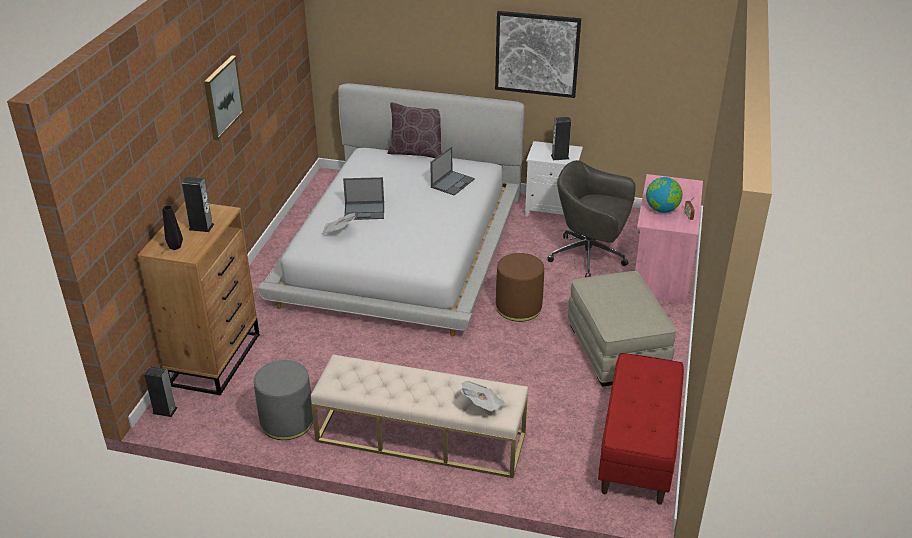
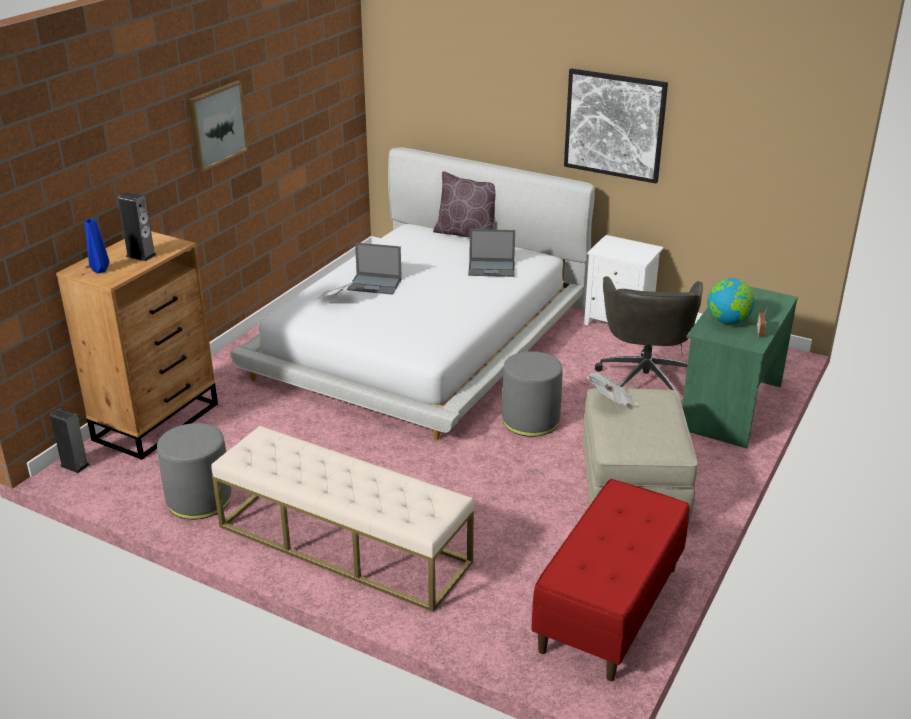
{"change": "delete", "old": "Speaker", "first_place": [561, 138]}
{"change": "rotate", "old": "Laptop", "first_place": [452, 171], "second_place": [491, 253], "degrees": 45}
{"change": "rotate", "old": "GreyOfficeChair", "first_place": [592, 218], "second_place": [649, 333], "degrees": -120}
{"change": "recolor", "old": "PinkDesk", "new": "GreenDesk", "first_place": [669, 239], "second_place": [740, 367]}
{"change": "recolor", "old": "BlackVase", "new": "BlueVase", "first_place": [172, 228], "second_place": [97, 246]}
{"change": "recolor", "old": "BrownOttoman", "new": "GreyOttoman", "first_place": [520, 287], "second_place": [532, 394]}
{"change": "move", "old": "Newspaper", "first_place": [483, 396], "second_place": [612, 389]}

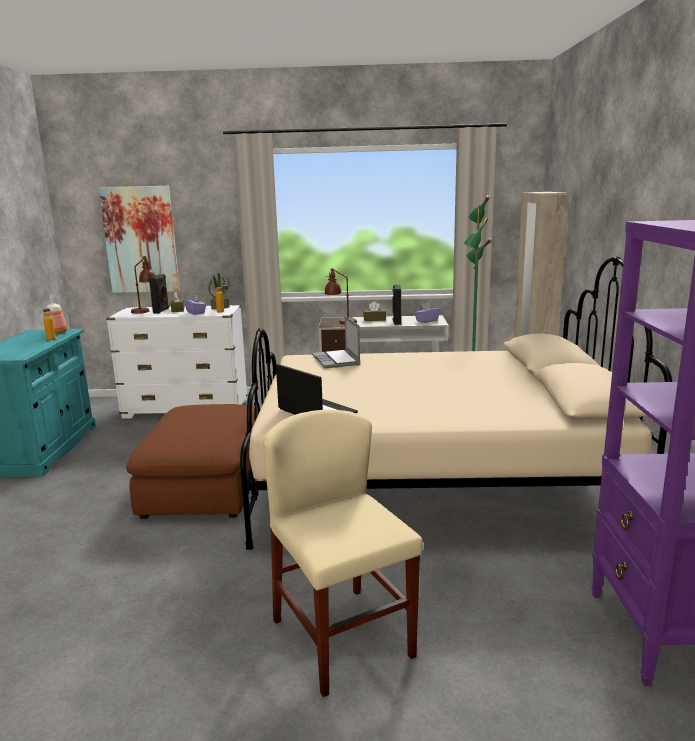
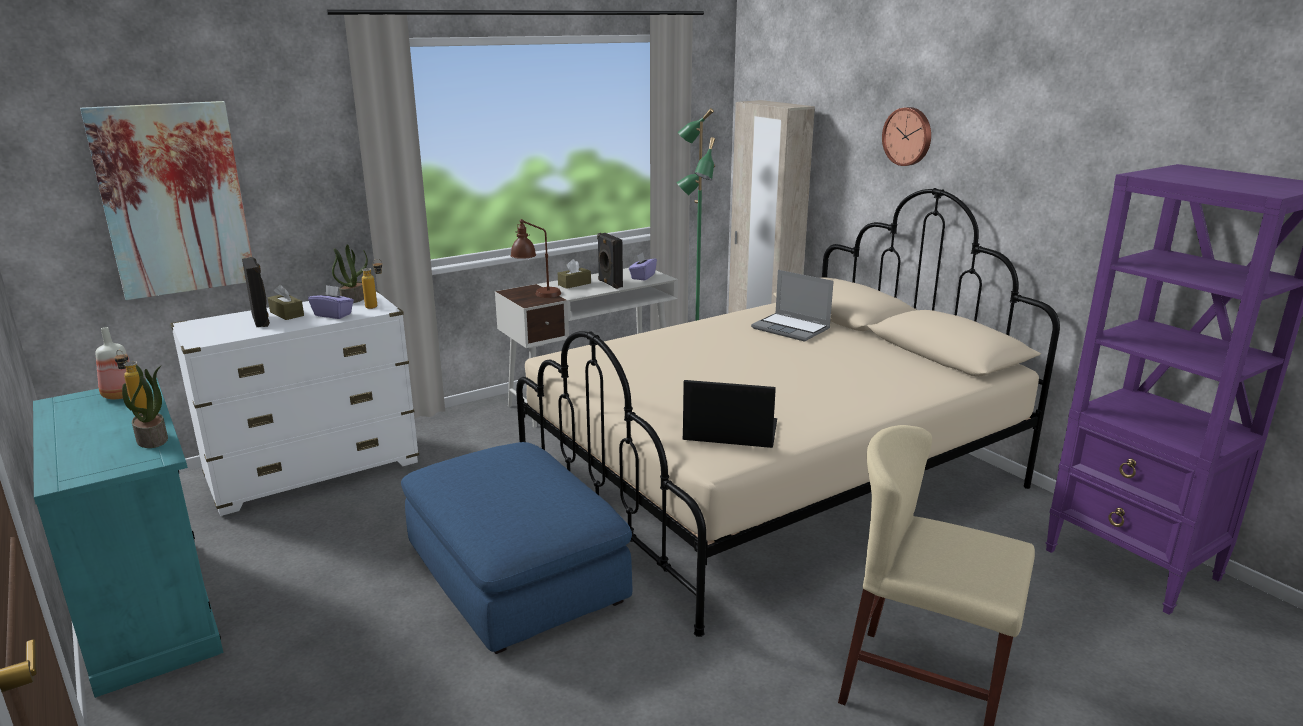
{"change": "delete", "old": "BrownTableLamp", "first_place": [143, 285]}
{"change": "move", "old": "Laptop", "first_place": [336, 342], "second_place": [792, 306]}
{"change": "recolor", "old": "BrownOttoman", "new": "BlueOttoman", "first_place": [192, 461], "second_place": [516, 548]}
{"change": "insert", "new": "WallClock", "second_place": [906, 136]}
{"change": "insert", "new": "PottedPlant", "second_place": [145, 406]}

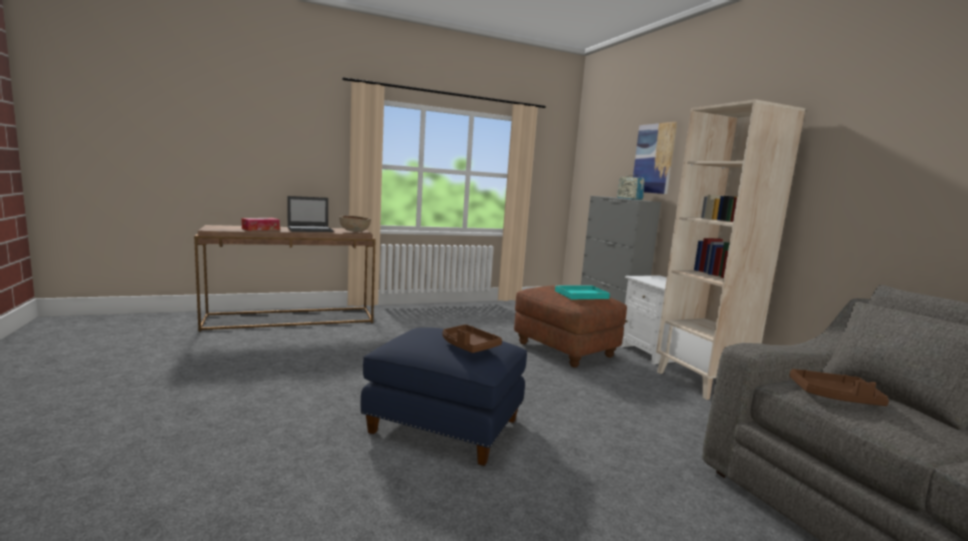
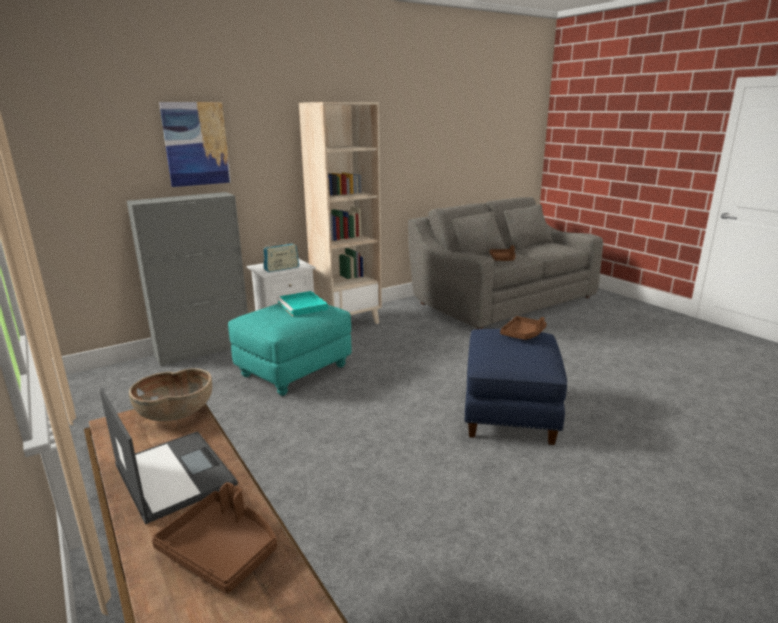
{"change": "move", "old": "Radio", "first_place": [631, 186], "second_place": [281, 257]}
{"change": "replace", "old": "TissueBox", "new": "BrownTray", "first_place": [260, 224], "second_place": [214, 538]}
{"change": "recolor", "old": "BrownOttoman", "new": "TurquoiseOttoman", "first_place": [570, 326], "second_place": [290, 349]}

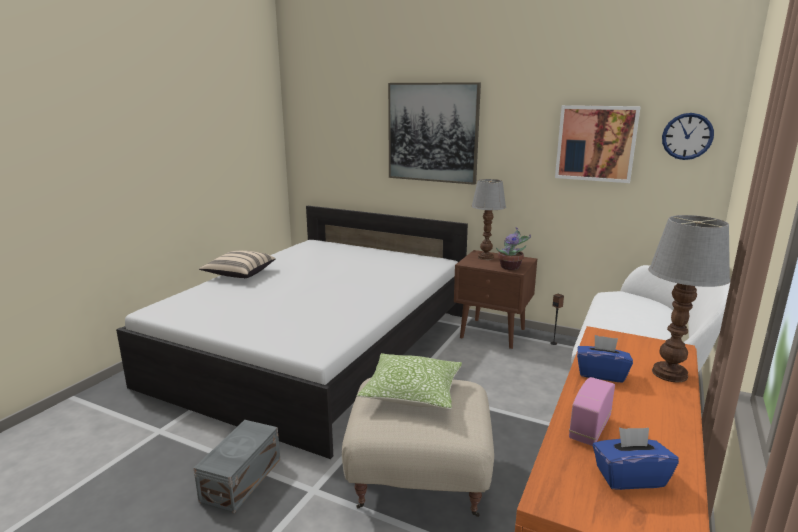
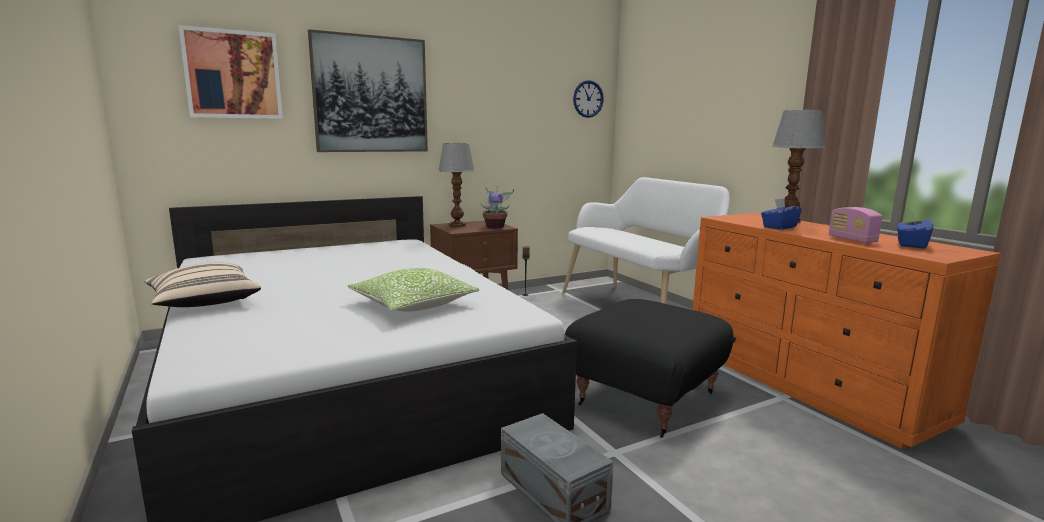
{"change": "move", "old": "Picture", "first_place": [598, 144], "second_place": [231, 72]}
{"change": "move", "old": "Pillow", "first_place": [409, 381], "second_place": [413, 290]}
{"change": "recolor", "old": "BeigeOttoman", "new": "BlackOttoman", "first_place": [418, 447], "second_place": [649, 368]}

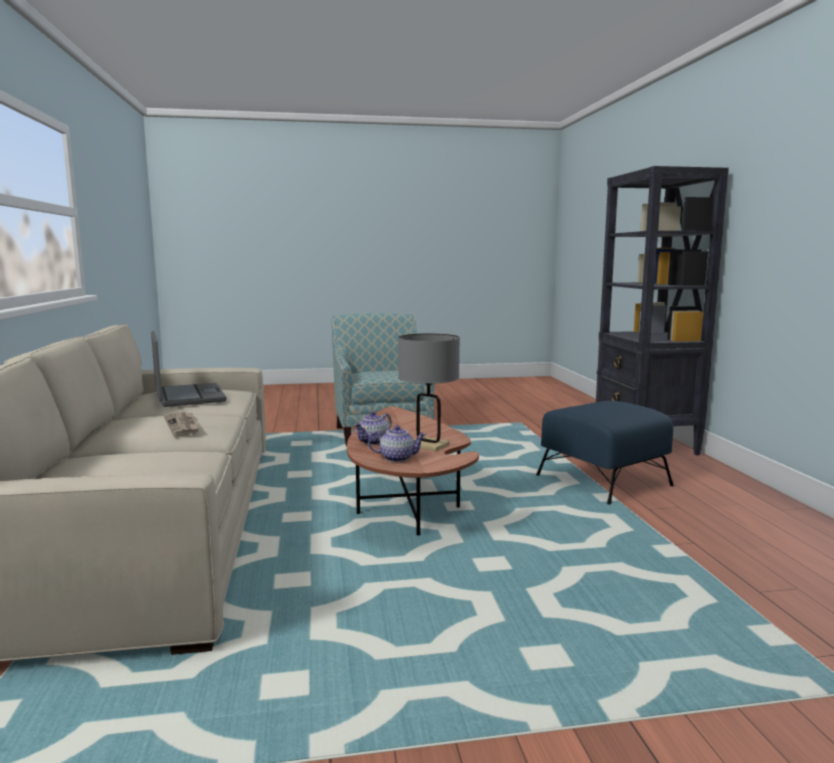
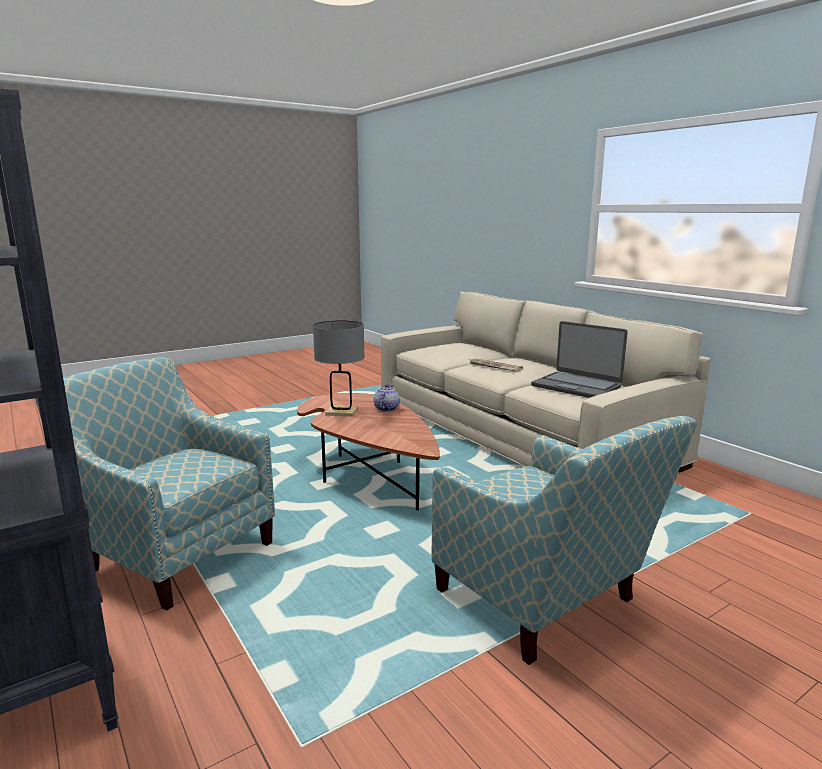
{"change": "replace", "old": "BlueOttoman", "new": "Armchair", "first_place": [605, 453], "second_place": [155, 484]}
{"change": "delete", "old": "Teapot", "first_place": [397, 443]}

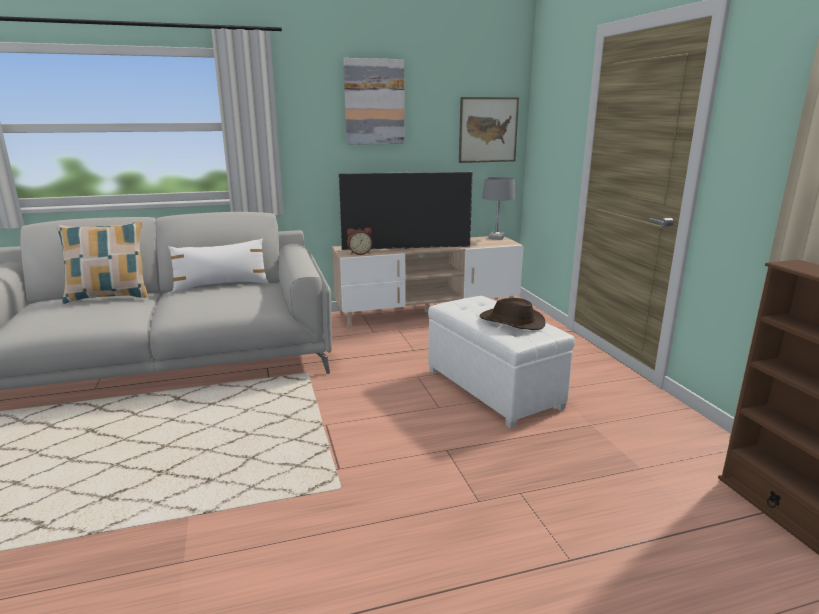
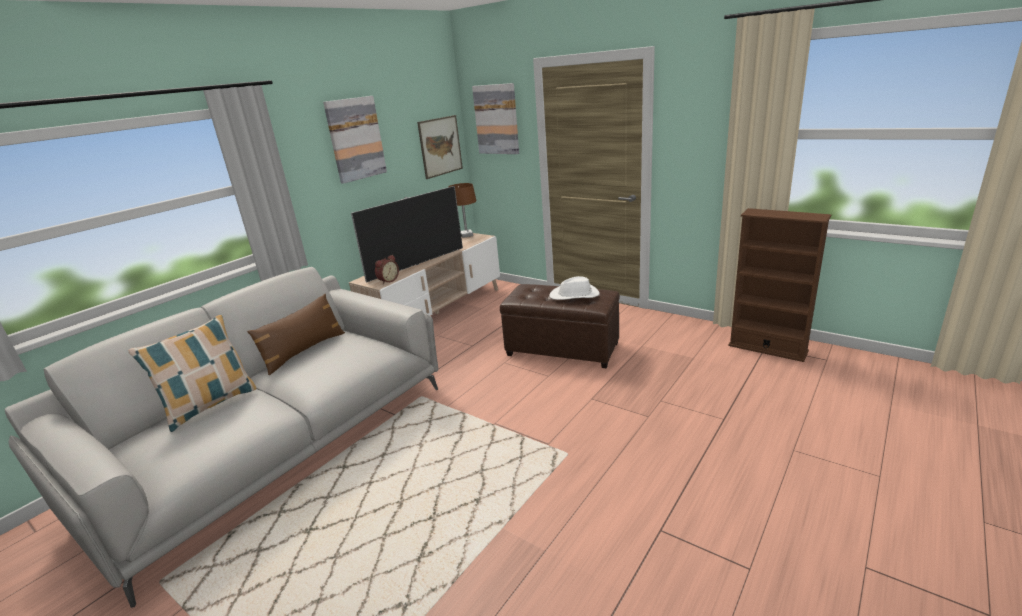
{"change": "recolor", "old": "GreyTableLamp", "new": "BrownTableLamp", "first_place": [498, 208], "second_place": [462, 210]}
{"change": "recolor", "old": "WhitePillow", "new": "BrownPillow", "first_place": [218, 265], "second_place": [296, 334]}
{"change": "recolor", "old": "WhiteOttoman", "new": "BrownOttoman", "first_place": [501, 362], "second_place": [560, 326]}
{"change": "recolor", "old": "BrownHat", "new": "WhiteHat", "first_place": [513, 314], "second_place": [574, 288]}
{"change": "insert", "new": "Picture", "second_place": [495, 118]}

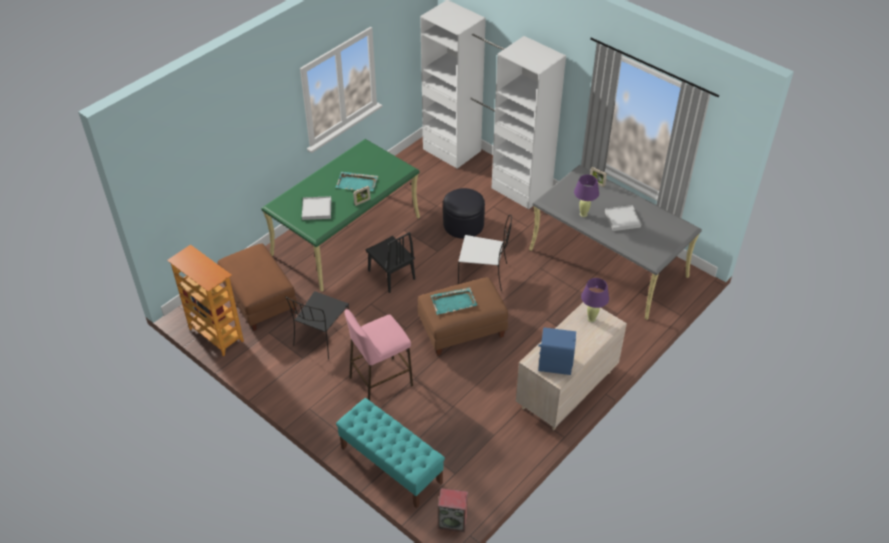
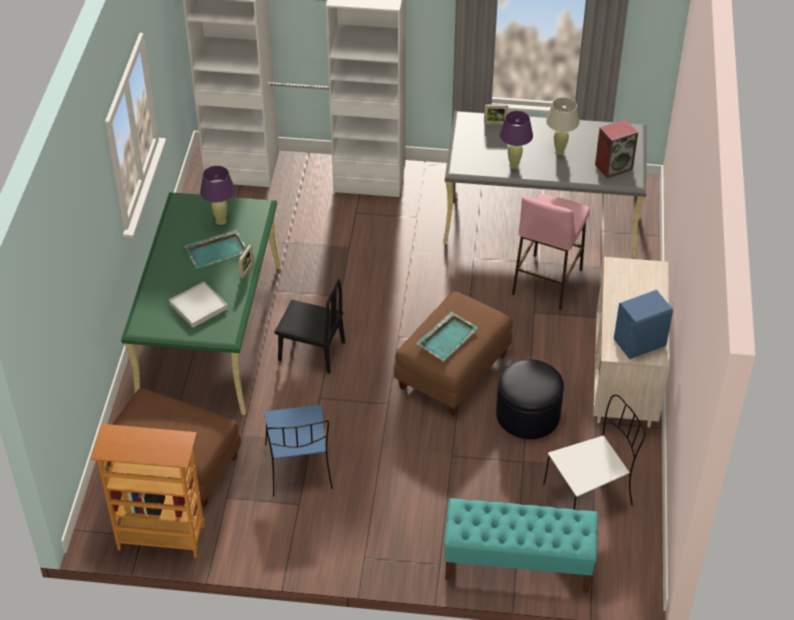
{"change": "move", "old": "BlackOttoman", "first_place": [464, 213], "second_place": [530, 399]}
{"change": "replace", "old": "WhiteTray", "new": "BeigeTableLamp", "first_place": [623, 218], "second_place": [563, 126]}
{"change": "move", "old": "WhiteChair", "first_place": [485, 253], "second_place": [594, 452]}
{"change": "move", "old": "PurpleTableLamp", "first_place": [595, 300], "second_place": [217, 195]}
{"change": "recolor", "old": "BlackChair", "new": "BlueChair", "first_place": [317, 325], "second_place": [298, 450]}
{"change": "move", "old": "PinkStool", "first_place": [378, 354], "second_place": [551, 252]}
{"change": "move", "old": "Speaker", "first_place": [453, 510], "second_place": [616, 148]}

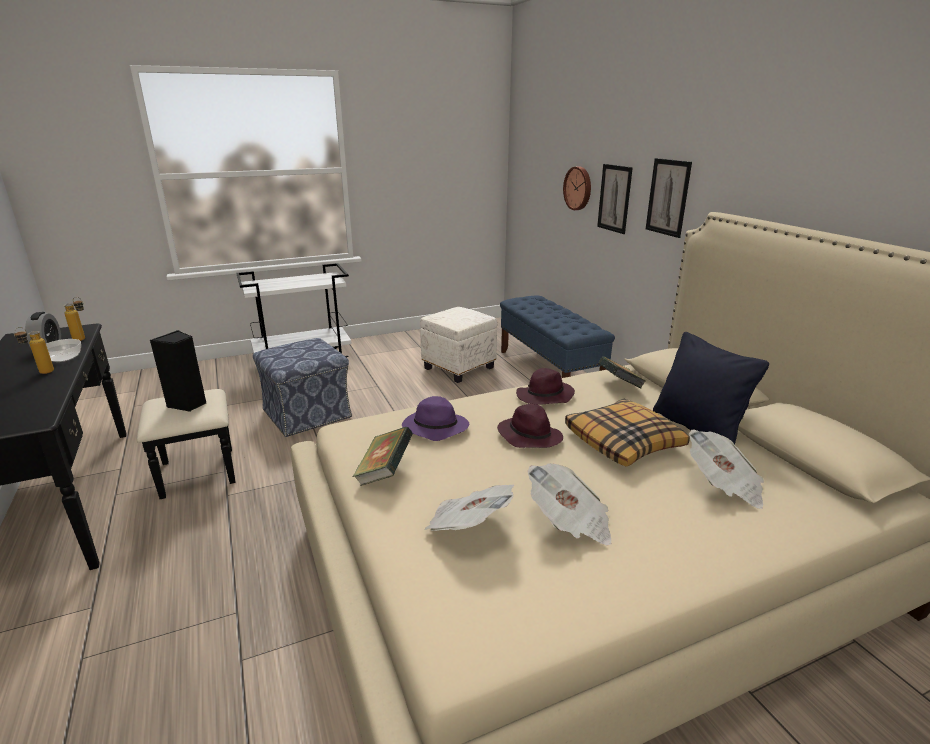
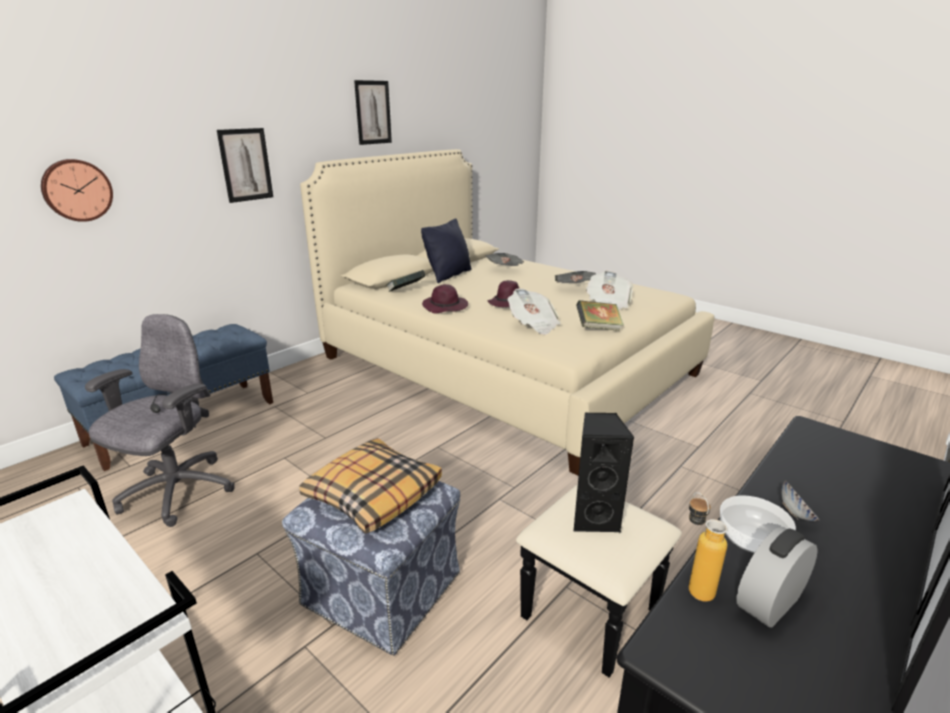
{"change": "move", "old": "Picture", "first_place": [615, 199], "second_place": [373, 112]}
{"change": "replace", "old": "WhiteOttoman", "new": "GreyOfficeChair", "first_place": [458, 345], "second_place": [160, 420]}
{"change": "replace", "old": "Bottle", "new": "Bowl", "first_place": [34, 350], "second_place": [800, 500]}
{"change": "replace", "old": "PurpleHat", "new": "Newspaper", "first_place": [435, 418], "second_place": [534, 311]}
{"change": "move", "old": "Pillow", "first_place": [627, 433], "second_place": [370, 486]}

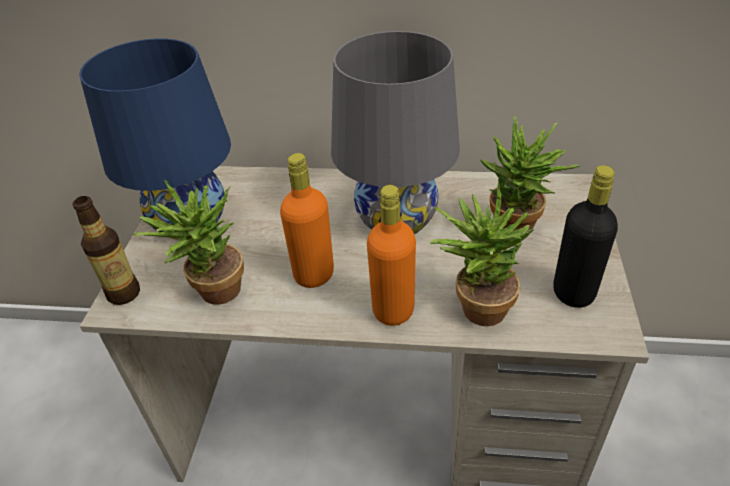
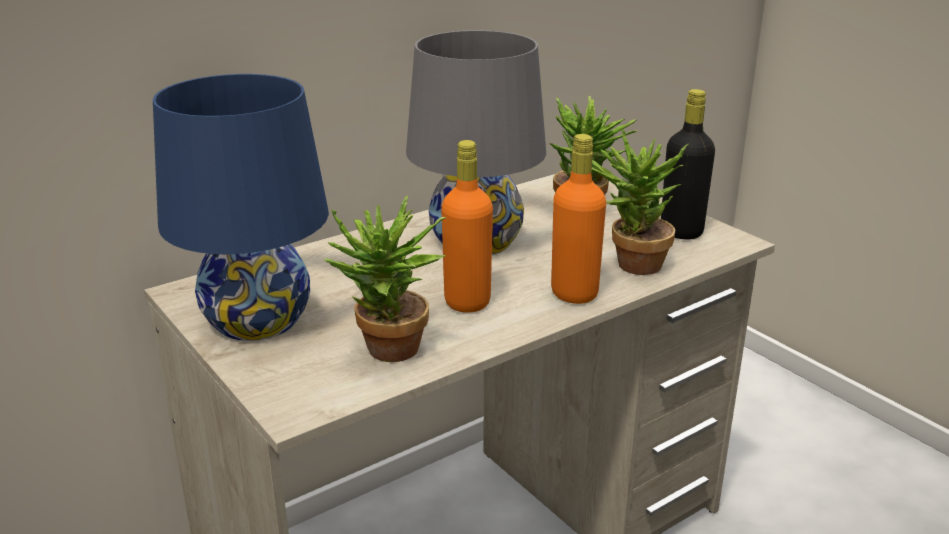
{"change": "delete", "old": "Bottle", "first_place": [106, 250]}

